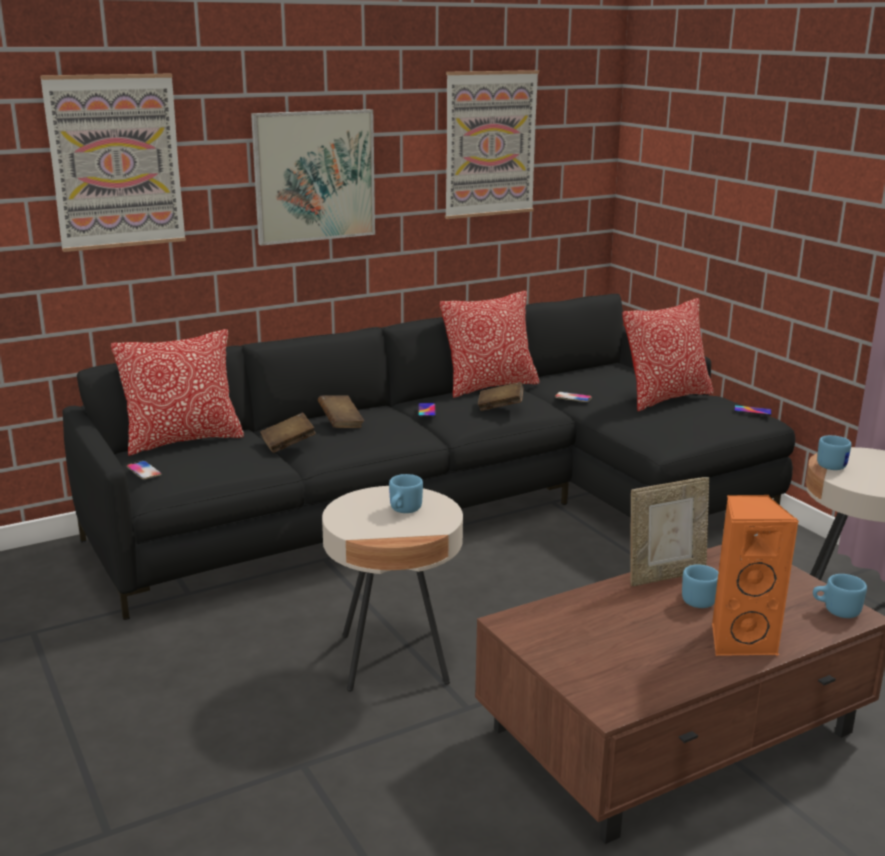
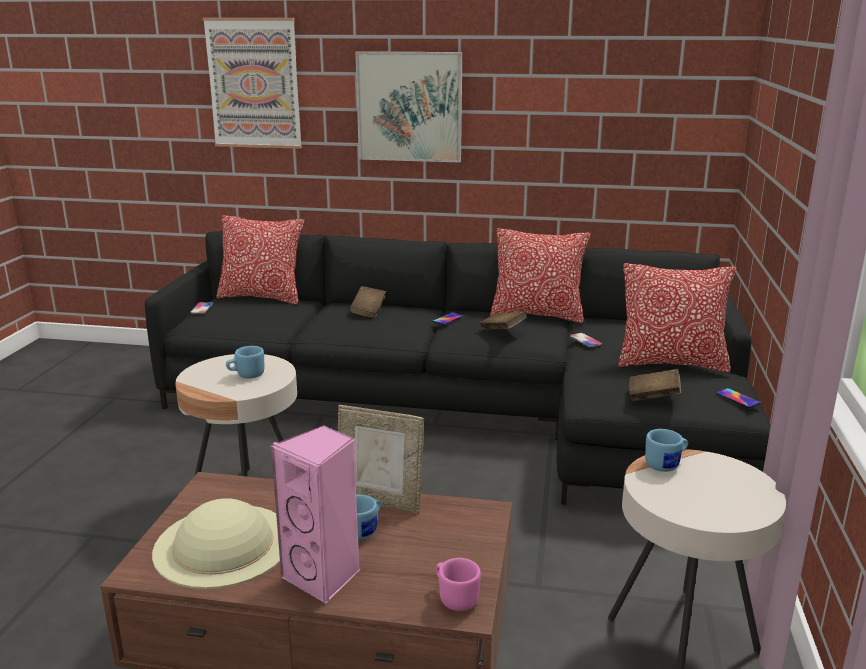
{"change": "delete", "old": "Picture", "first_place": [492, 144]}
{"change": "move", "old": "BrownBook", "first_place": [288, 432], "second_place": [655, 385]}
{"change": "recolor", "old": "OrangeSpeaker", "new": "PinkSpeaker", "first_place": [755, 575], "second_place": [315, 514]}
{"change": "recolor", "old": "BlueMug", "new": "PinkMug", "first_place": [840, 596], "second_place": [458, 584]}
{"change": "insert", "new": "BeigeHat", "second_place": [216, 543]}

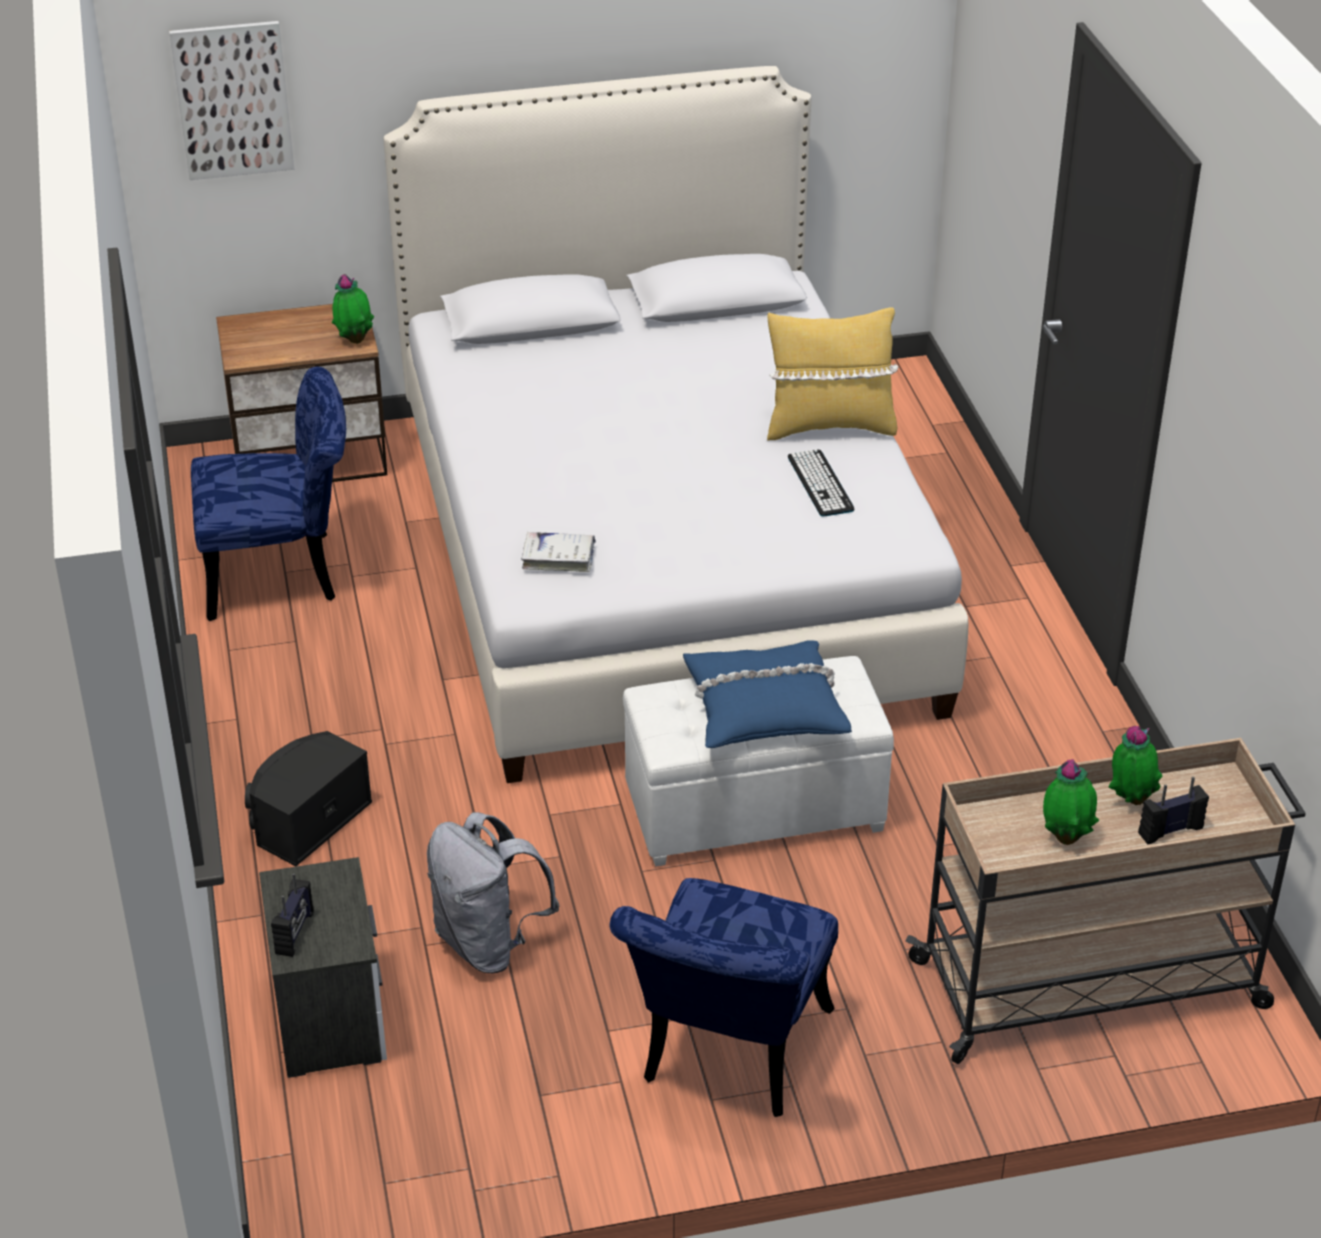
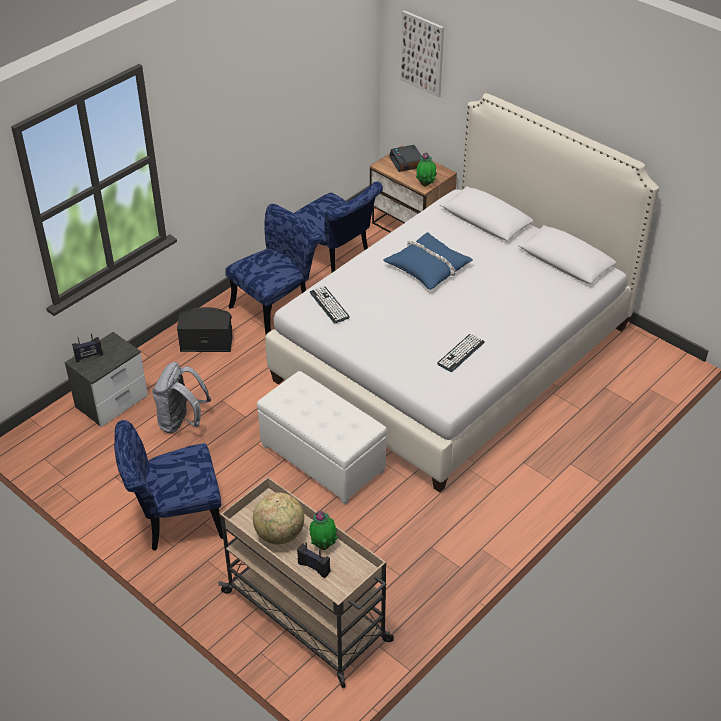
{"change": "delete", "old": "YellowPillow", "first_place": [832, 373]}
{"change": "replace", "old": "WhiteBook", "new": "Keyboard", "first_place": [558, 552], "second_place": [330, 304]}
{"change": "move", "old": "BluePillow", "first_place": [767, 694], "second_place": [428, 261]}
{"change": "replace", "old": "PottedPlant", "new": "Globe", "first_place": [1071, 802], "second_place": [278, 518]}
{"change": "insert", "new": "AlarmClock", "second_place": [405, 158]}
{"change": "insert", "new": "BlueChair", "second_place": [273, 269]}

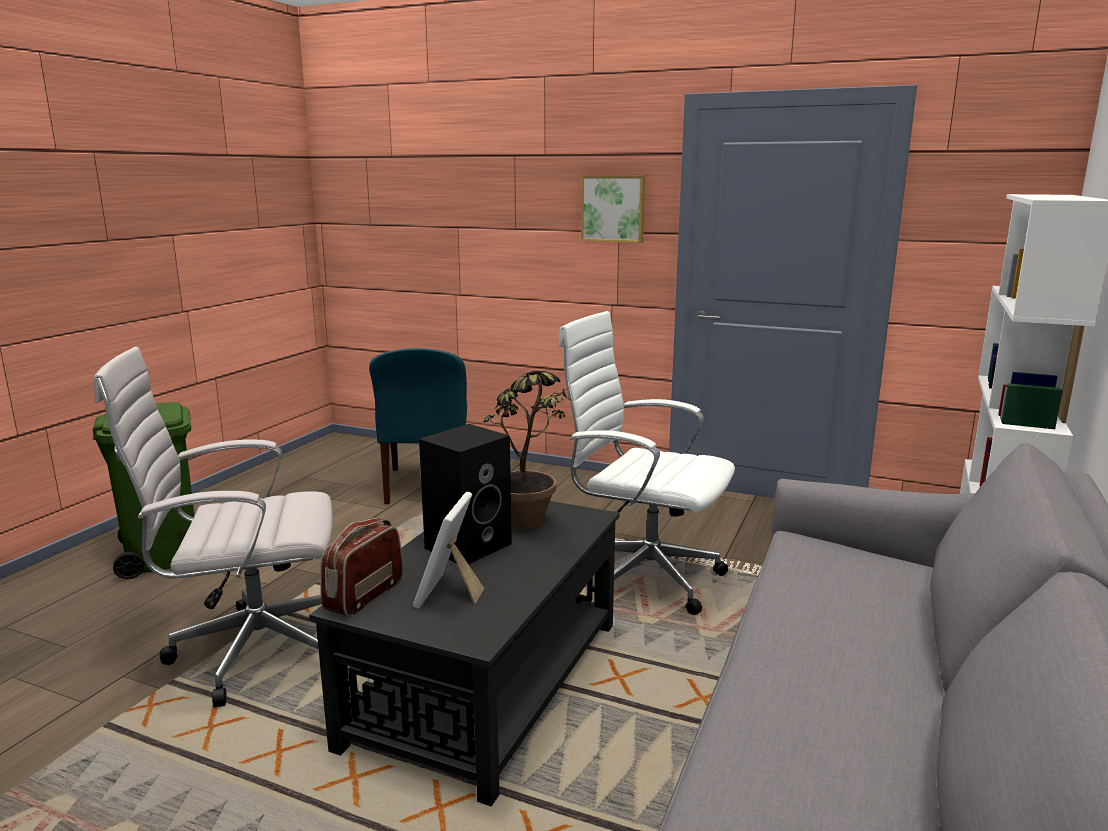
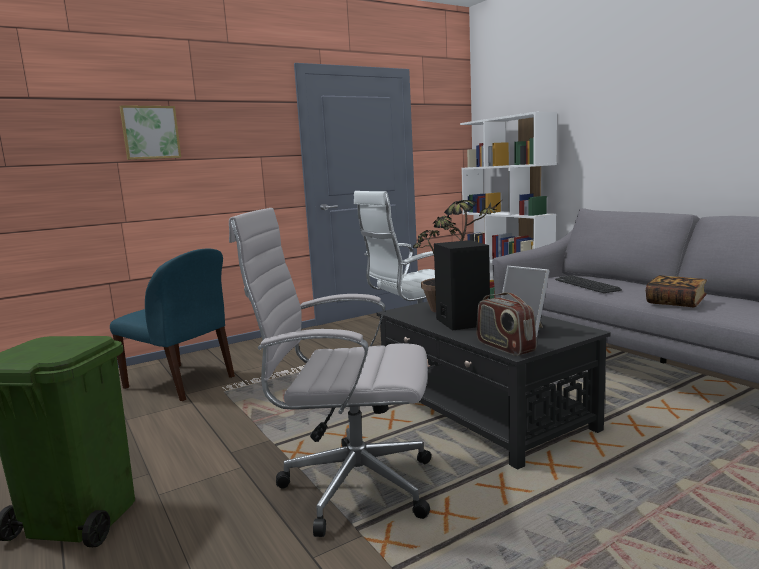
{"change": "move", "old": "Picture", "first_place": [613, 209], "second_place": [150, 132]}
{"change": "rotate", "old": "WhiteOfficeChair", "first_place": [213, 527], "second_place": [330, 372], "degrees": 75}
{"change": "insert", "new": "Keyboard", "second_place": [588, 284]}
{"change": "insert", "new": "Book", "second_place": [676, 291]}

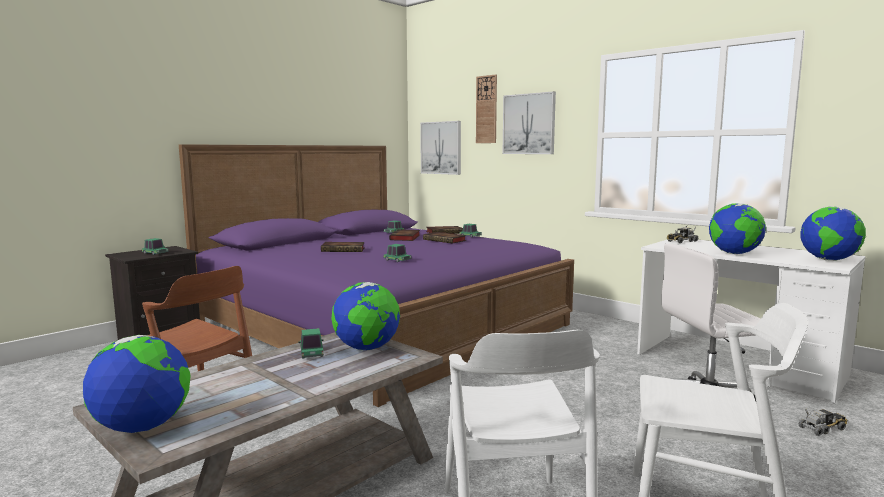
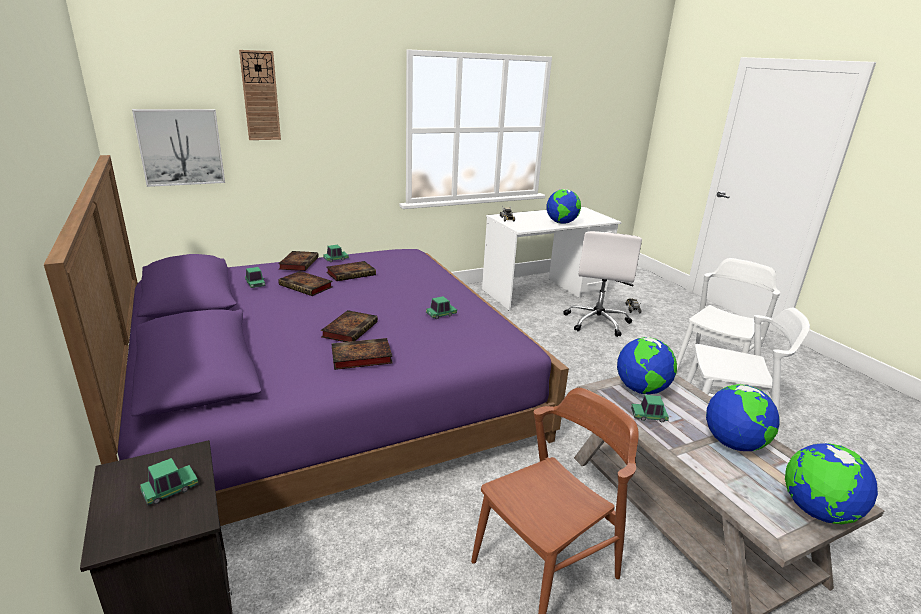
{"change": "delete", "old": "Picture", "first_place": [529, 122]}
{"change": "move", "old": "Globe", "first_place": [833, 233], "second_place": [743, 417]}
{"change": "insert", "new": "Book", "second_place": [362, 354]}

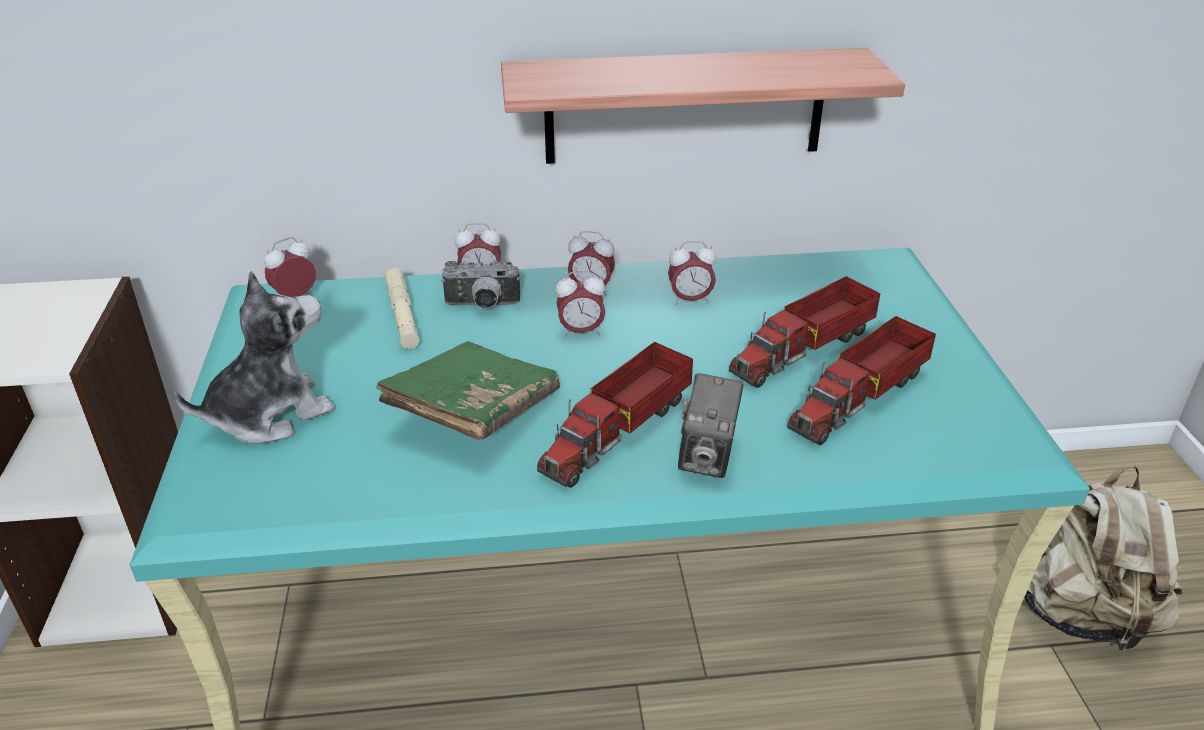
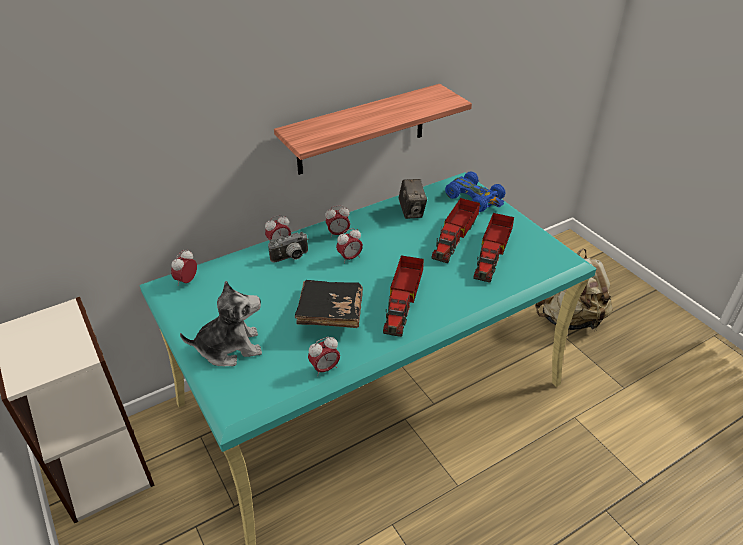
{"change": "move", "old": "AlarmClock", "first_place": [692, 273], "second_place": [324, 356]}
{"change": "delete", "old": "BeigeFlashlight", "first_place": [401, 308]}
{"change": "rotate", "old": "PlushToy", "first_place": [254, 357], "second_place": [221, 323], "degrees": 45}
{"change": "recolor", "old": "GreenBook", "new": "BlackBook", "first_place": [468, 390], "second_place": [329, 304]}
{"change": "move", "old": "PhotoCamera", "first_place": [710, 425], "second_place": [412, 199]}
{"change": "insert", "new": "BlueToyCar", "second_place": [475, 192]}

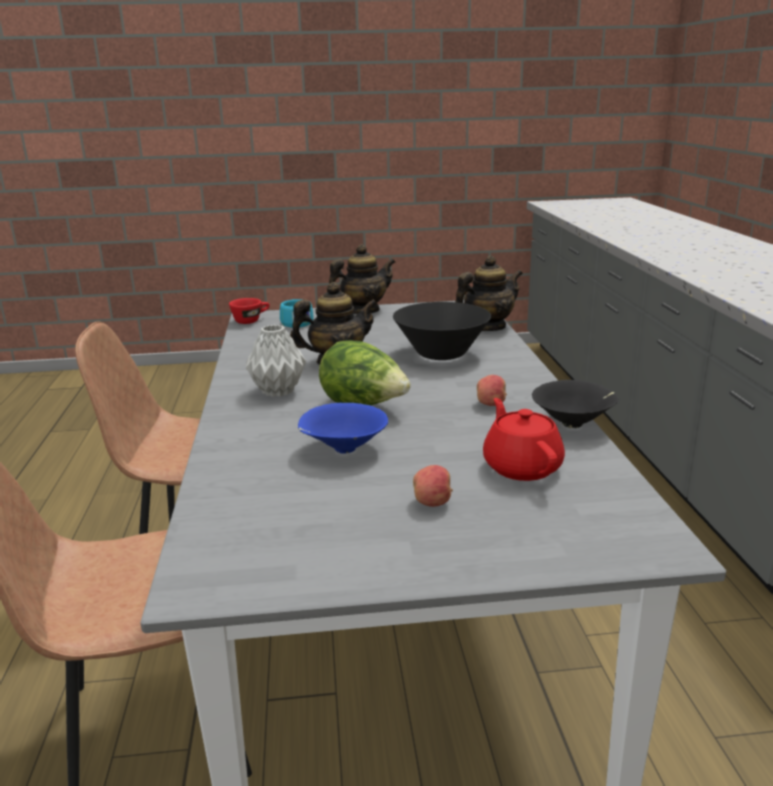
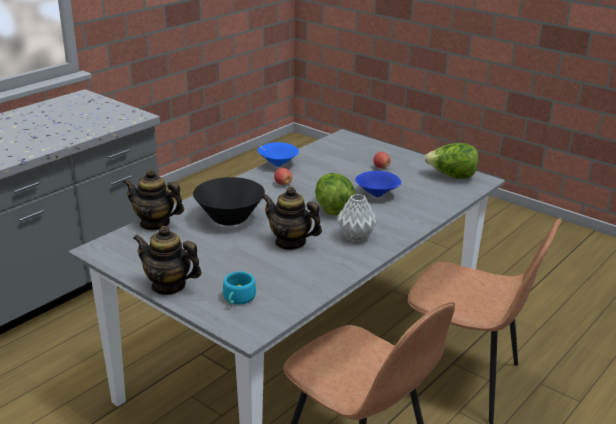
{"change": "delete", "old": "RedCup", "first_place": [249, 311]}
{"change": "recolor", "old": "BlackBowl", "new": "BlueBowl", "first_place": [575, 404], "second_place": [278, 154]}
{"change": "delete", "old": "RedTeapot", "first_place": [524, 439]}
{"change": "insert", "new": "Lettuce", "second_place": [451, 161]}

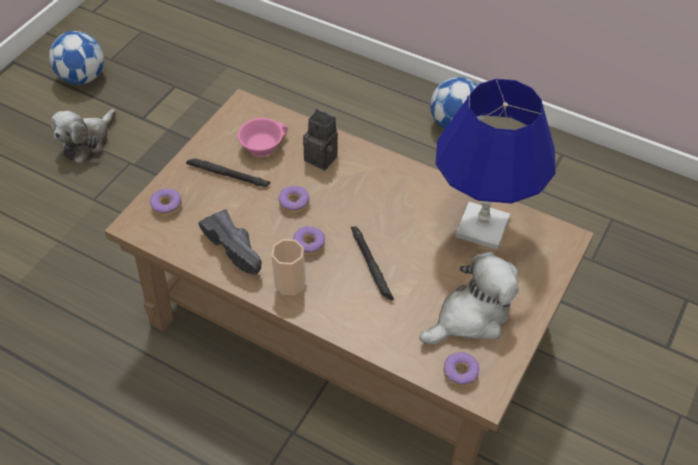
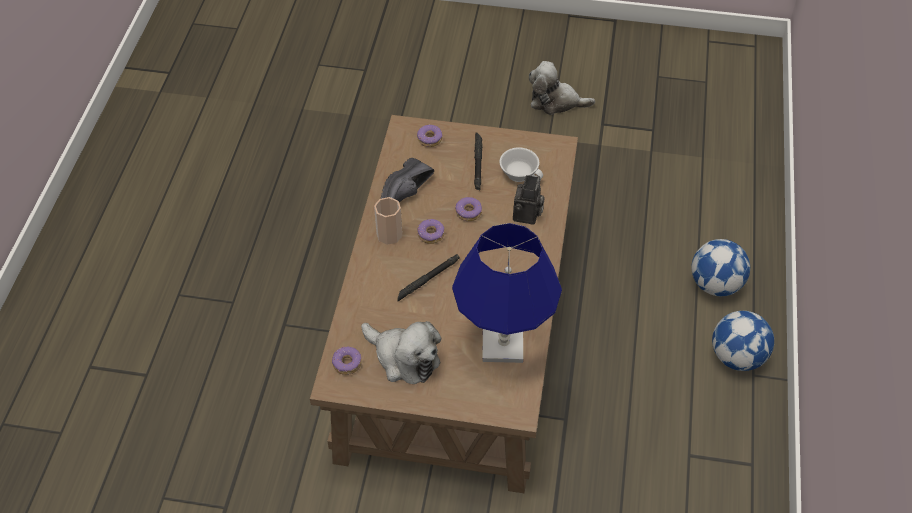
{"change": "move", "old": "Football", "first_place": [76, 58], "second_place": [720, 267]}
{"change": "recolor", "old": "PinkCup", "new": "WhiteCup", "first_place": [263, 137], "second_place": [521, 164]}

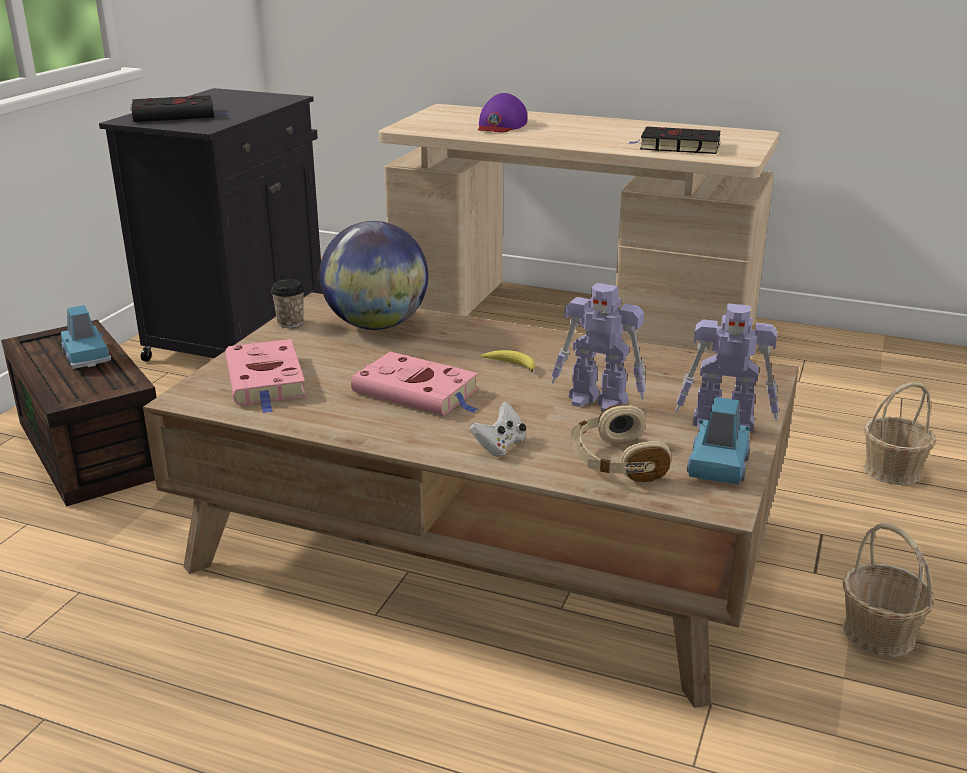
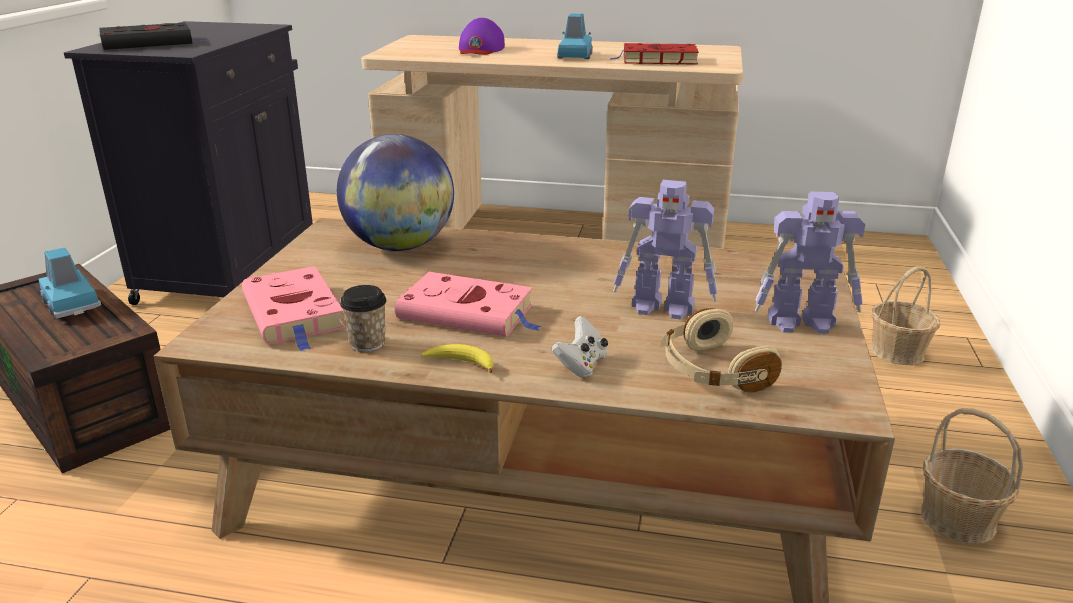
{"change": "recolor", "old": "BlackBook", "new": "RedBook", "first_place": [675, 140], "second_place": [655, 54]}
{"change": "move", "old": "Cup", "first_place": [288, 303], "second_place": [363, 318]}
{"change": "move", "old": "Banana", "first_place": [508, 361], "second_place": [457, 358]}
{"change": "move", "old": "BlueToyCar", "first_place": [719, 441], "second_place": [575, 36]}

